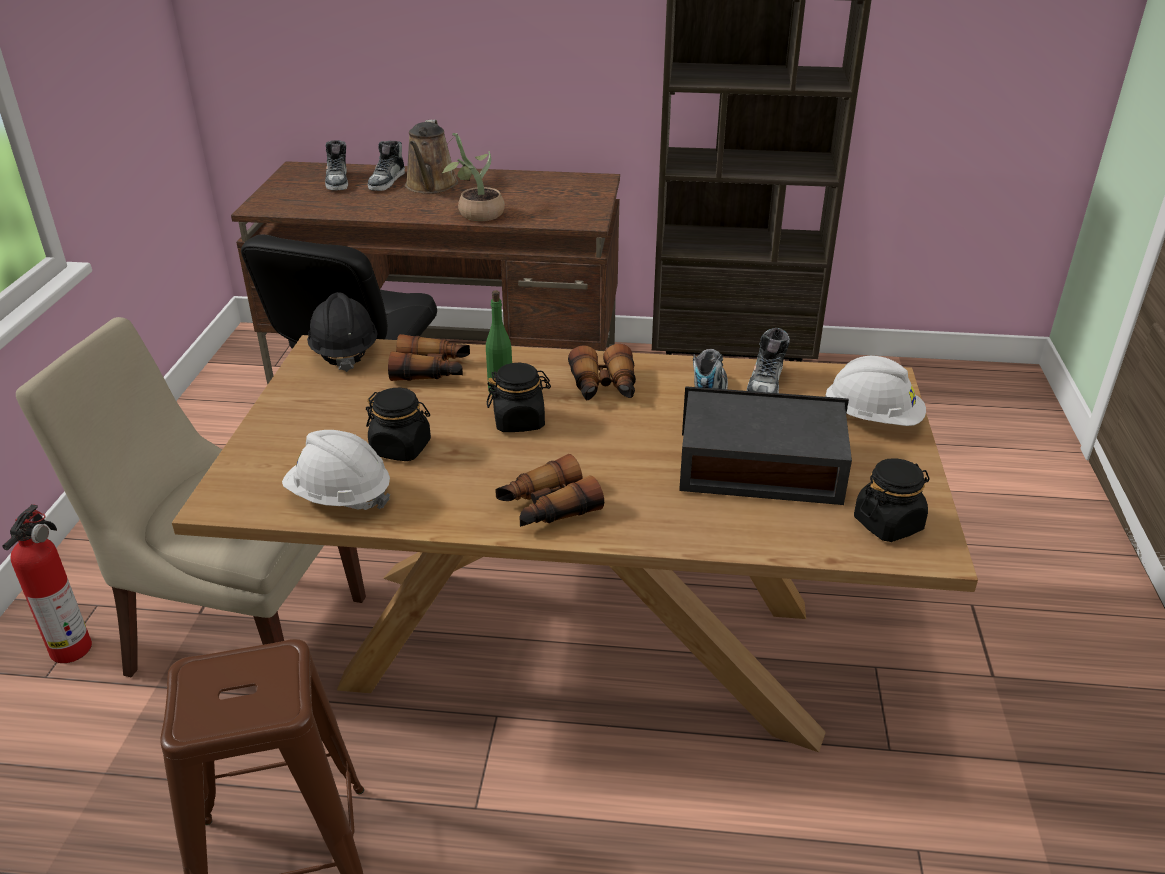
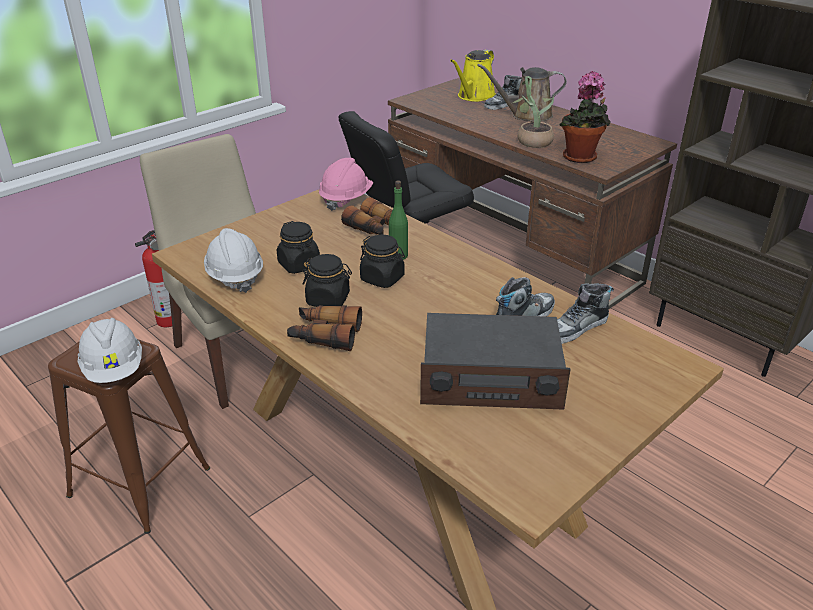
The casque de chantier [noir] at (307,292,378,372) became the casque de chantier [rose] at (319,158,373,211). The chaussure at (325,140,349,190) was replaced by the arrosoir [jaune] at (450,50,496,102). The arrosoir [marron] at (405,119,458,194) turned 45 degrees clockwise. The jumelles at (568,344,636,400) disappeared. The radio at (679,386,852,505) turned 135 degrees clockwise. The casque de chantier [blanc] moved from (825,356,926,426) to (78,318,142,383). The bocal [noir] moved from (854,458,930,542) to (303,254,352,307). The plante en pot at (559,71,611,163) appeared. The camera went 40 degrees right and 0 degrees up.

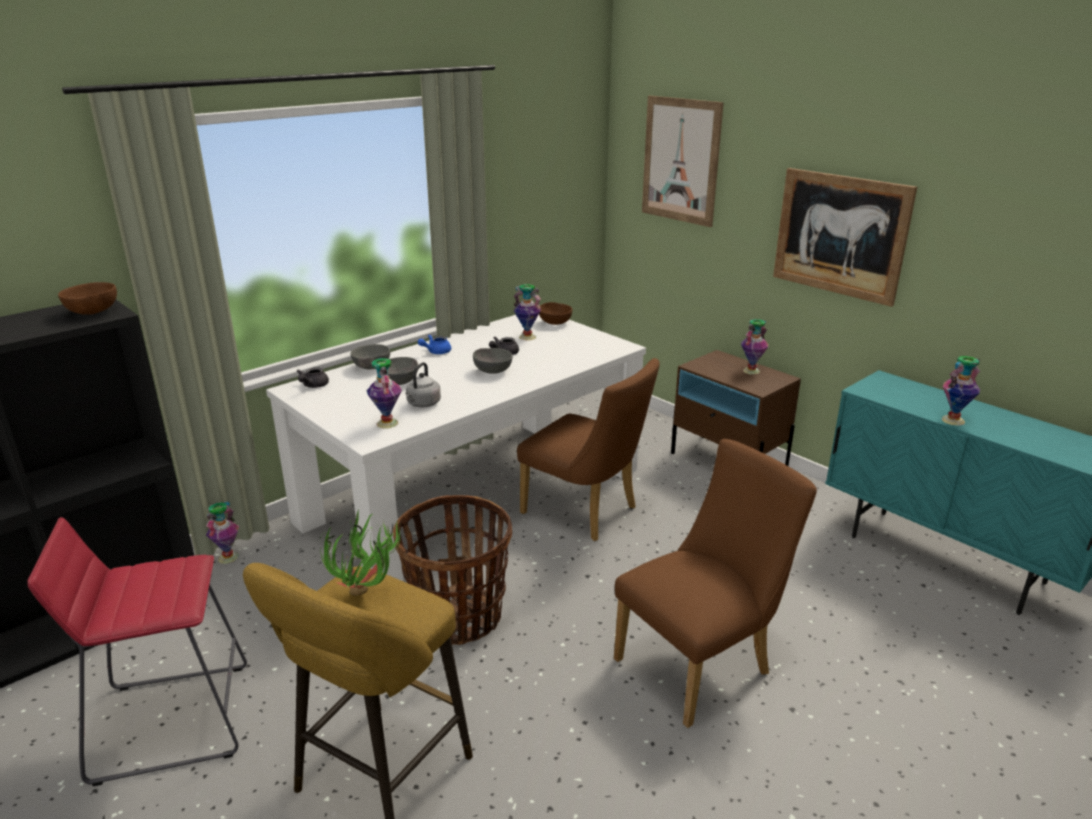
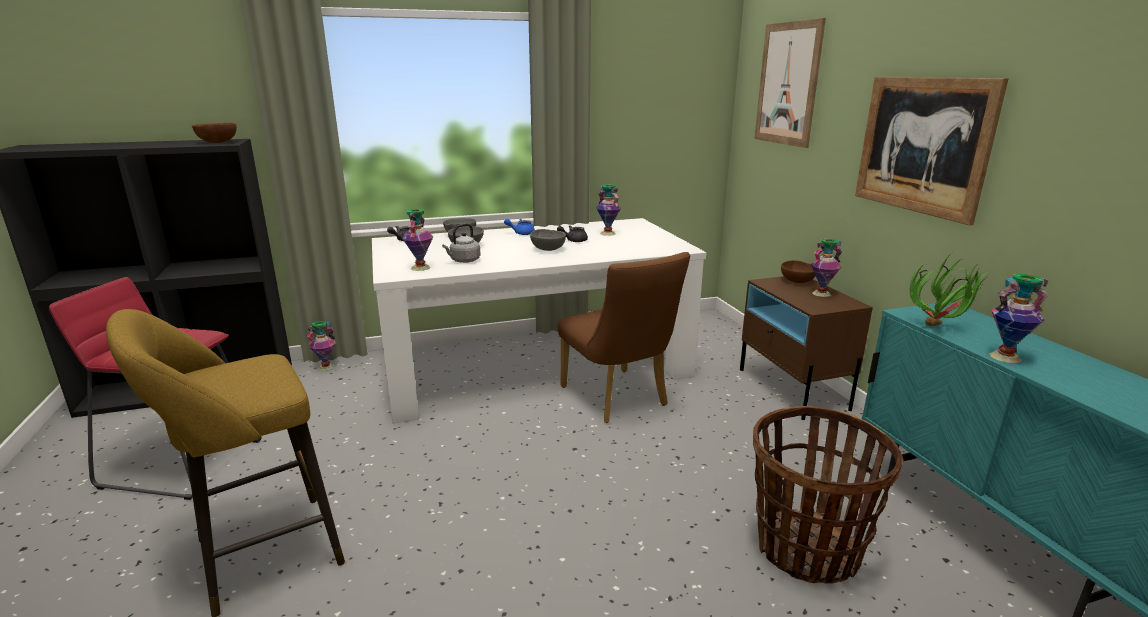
The plante en pot moved from (320,510,400,596) to (910,252,987,326). The panier moved from (393,495,512,645) to (753,406,903,583). The bol [marron] moved from (539,302,572,325) to (781,260,816,283). The chaise [marron] at (614,439,817,728) disappeared. The camera went 25 degrees right and 5 degrees down.

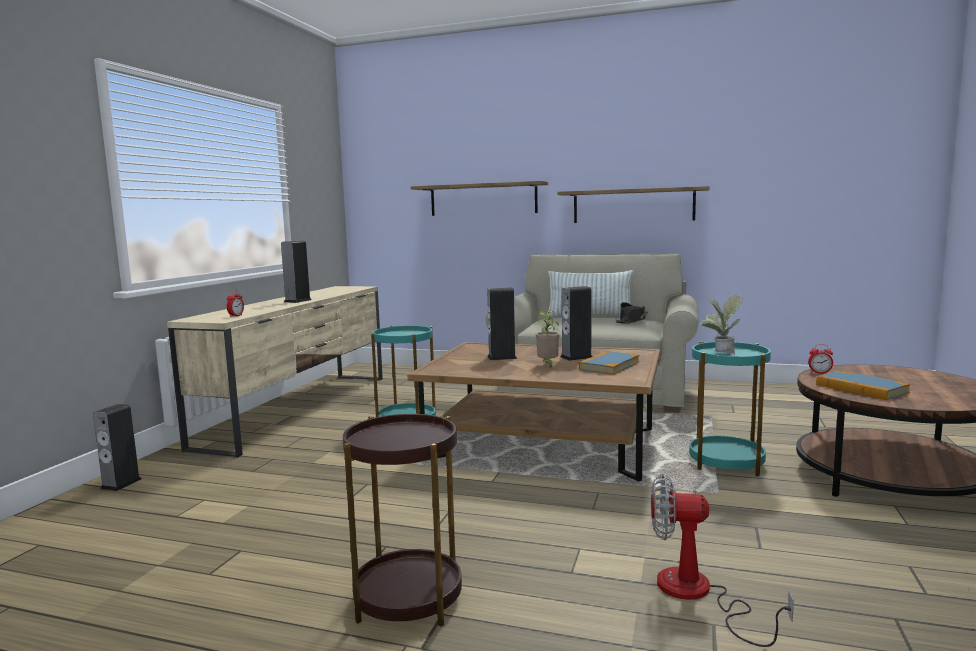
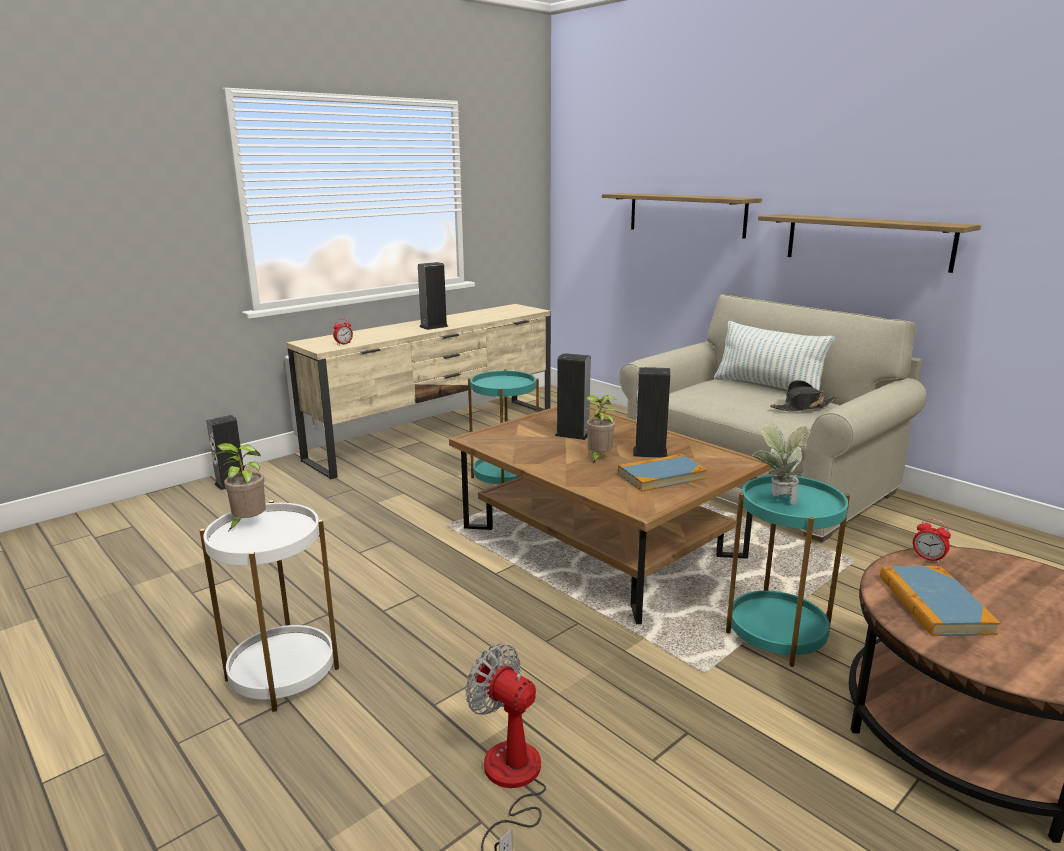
The table d'appoint [marron] at (343,414,462,627) became the table d'appoint [blanc] at (200,500,339,712). The plante en pot at (212,443,266,530) appeared. The camera went 30 degrees right and 10 degrees up.

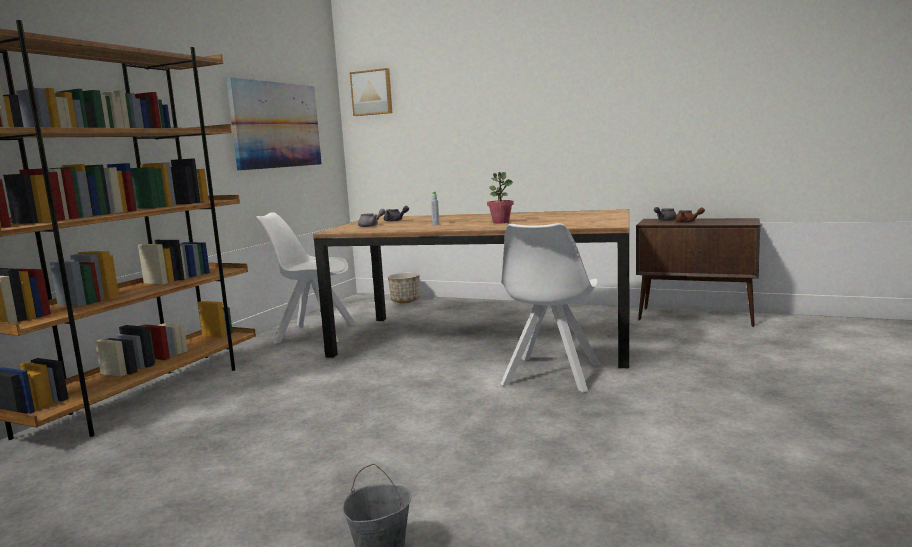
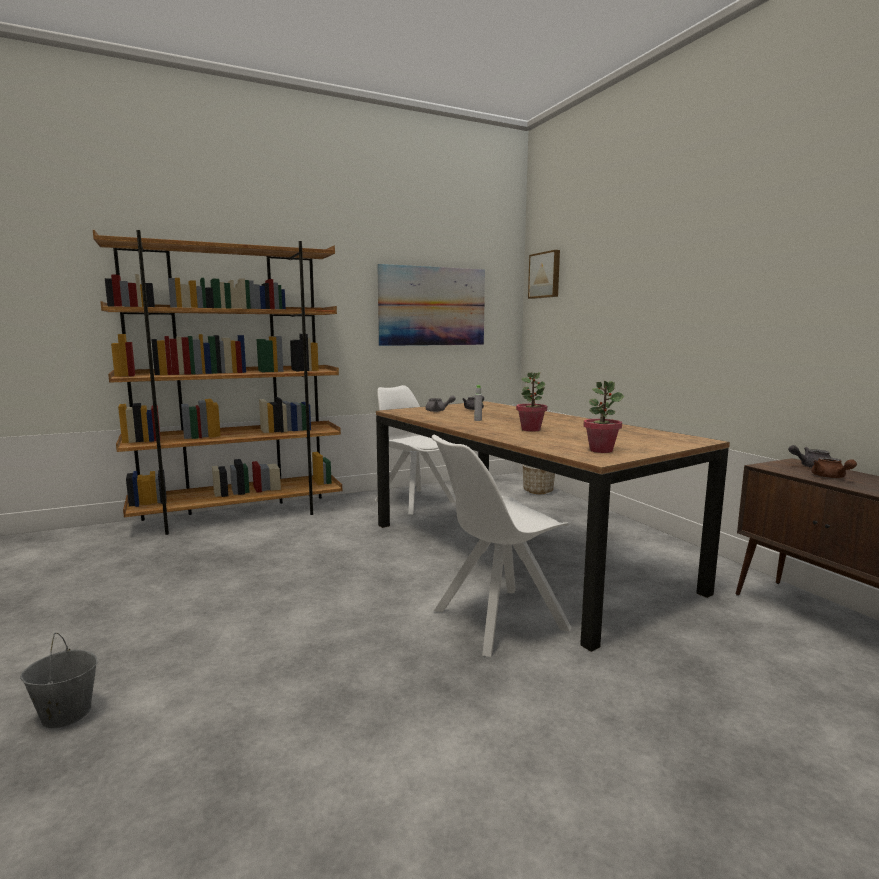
The plante en pot at (584,381,624,453) appeared. The camera went 40 degrees right and 0 degrees up.

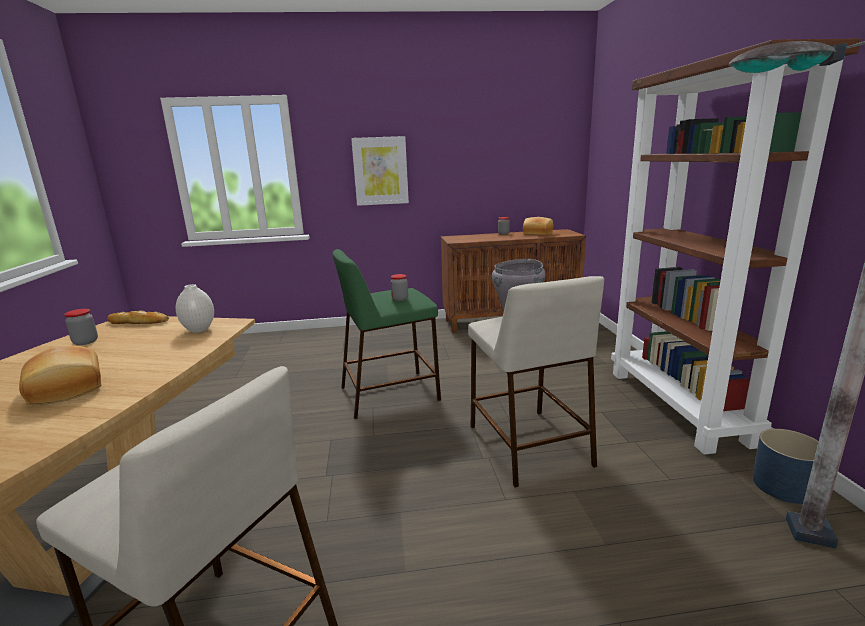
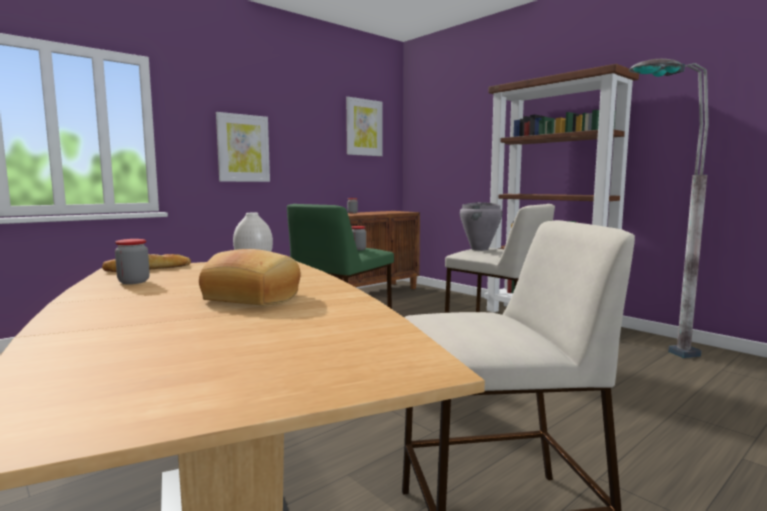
The pain at (523,217,554,235) disappeared. The cache-pot [bleu] at (753,429,819,504) disappeared. The tableau at (346,97,383,156) appeared. The camera went 35 degrees left and 10 degrees down.

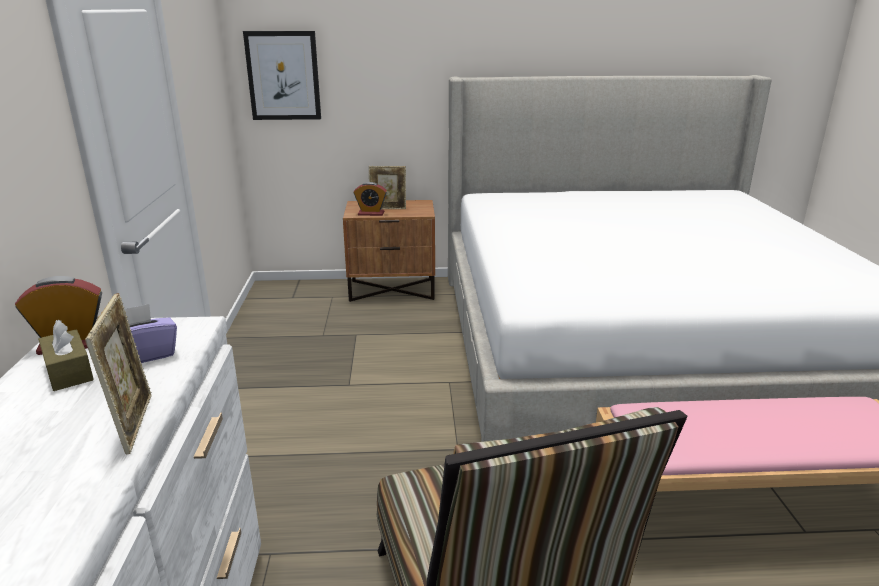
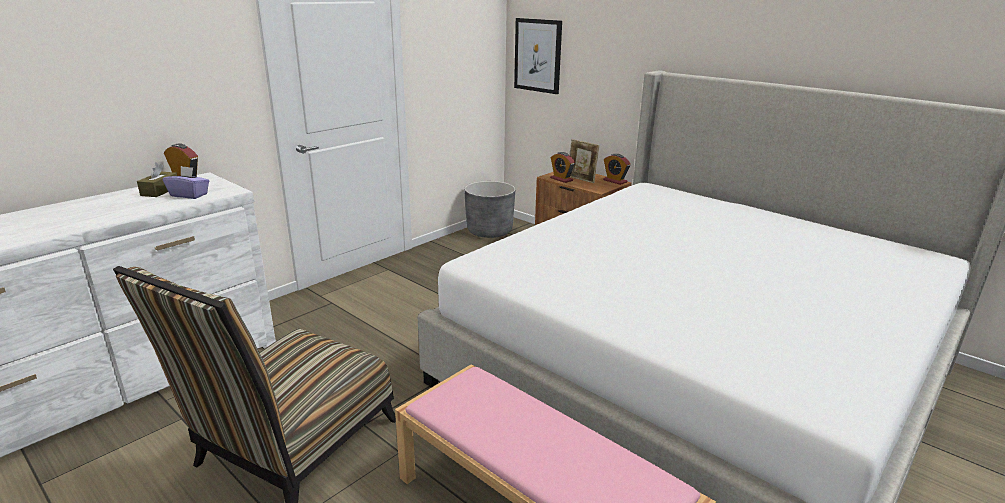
The cadre photo at (85,293,152,454) disappeared. The cache-pot [gris] at (464,181,515,238) appeared. The réveil at (603,154,631,185) appeared. The camera went 45 degrees right and 0 degrees up.

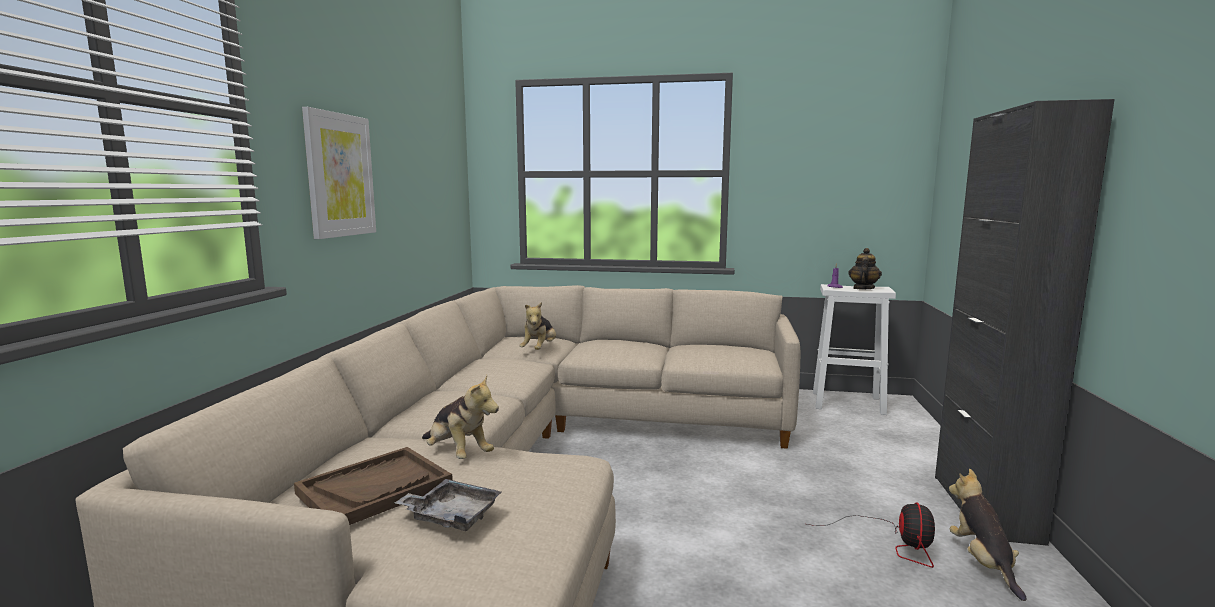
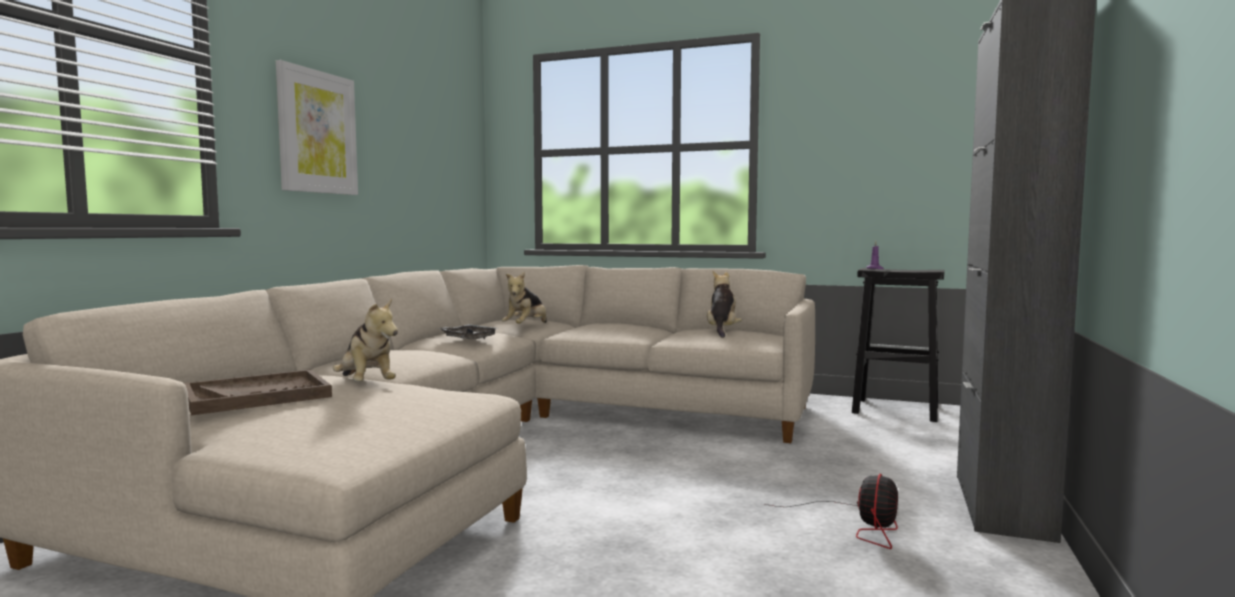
The plateau [gris] moved from (394,479,502,531) to (437,324,499,340). The tabouret [blanc] at (813,284,896,415) became the tabouret [noir] at (852,268,944,422). The théière at (848,248,882,289) disappeared. The peluche moved from (949,469,1027,601) to (707,270,742,338). The camera went 10 degrees right and 5 degrees down.

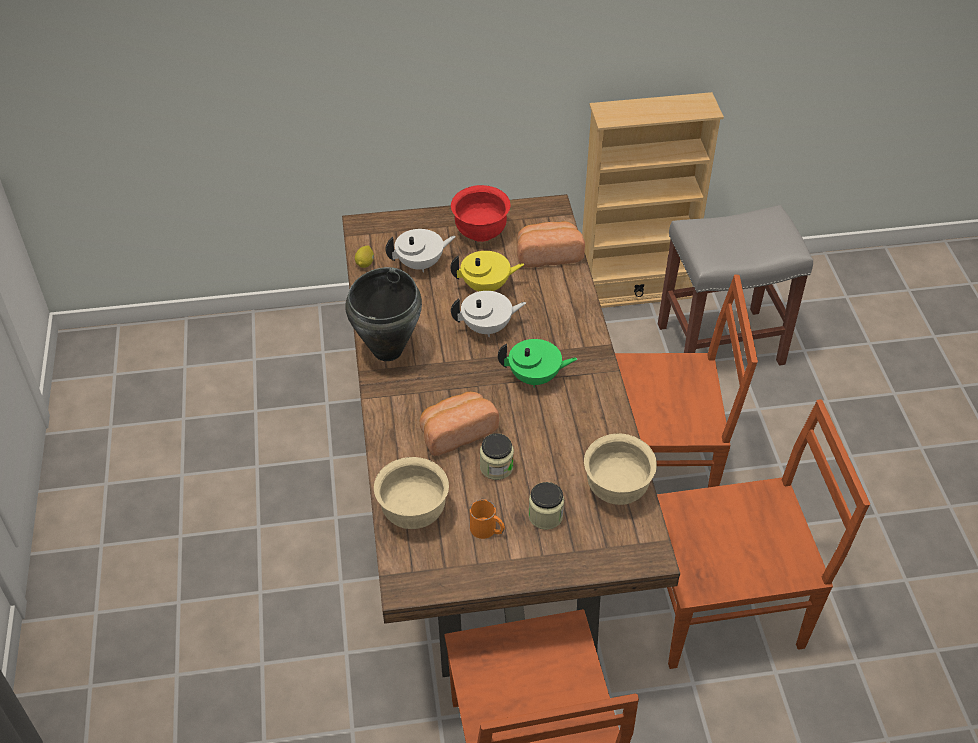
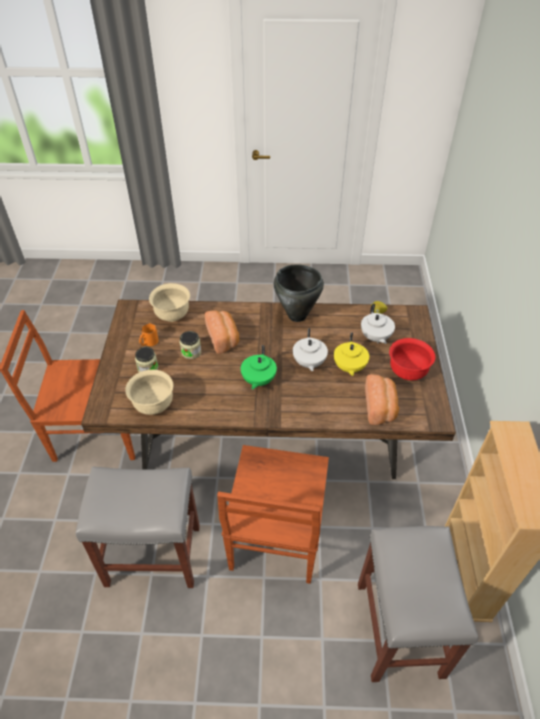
The chaise [marron] at (657,399,870,669) was replaced by the tabouret [gris] at (75,467,200,588). The camera went 100 degrees right and 0 degrees up.

